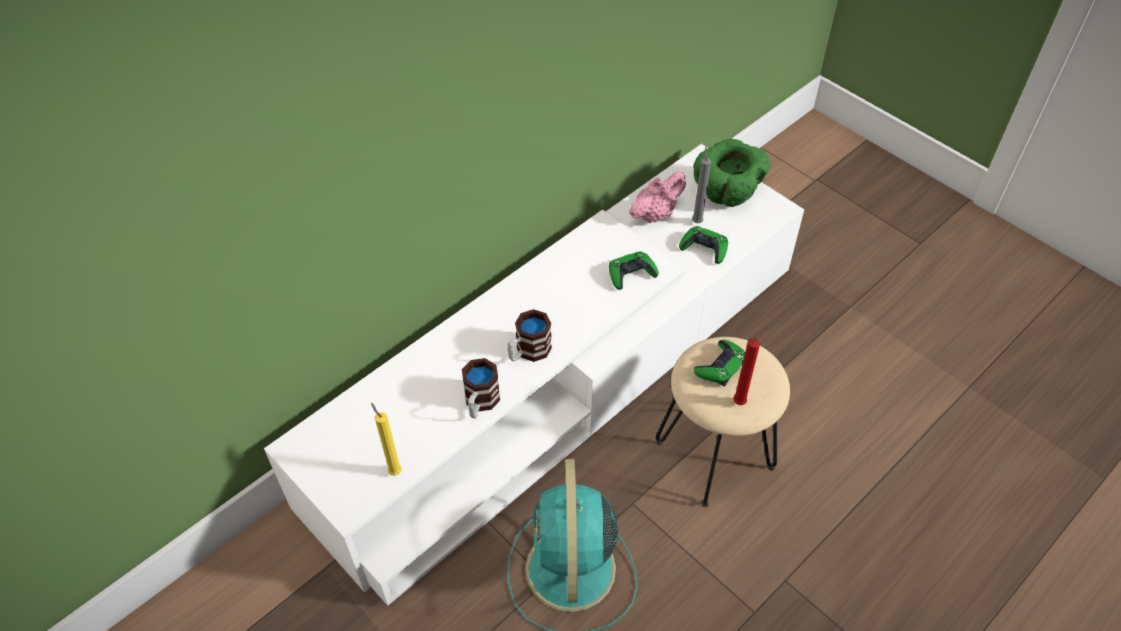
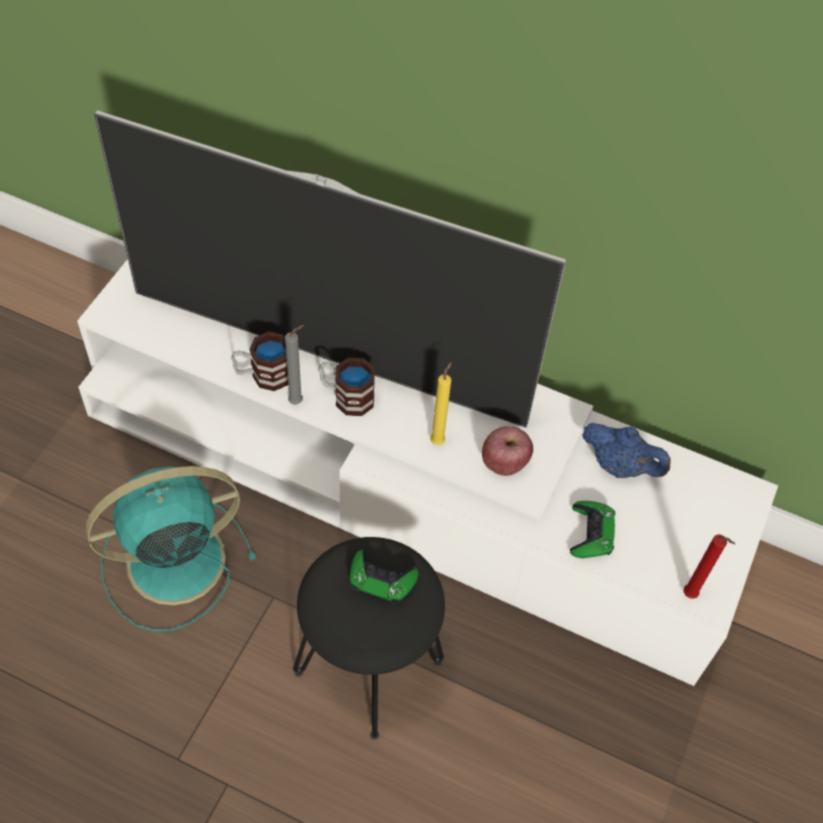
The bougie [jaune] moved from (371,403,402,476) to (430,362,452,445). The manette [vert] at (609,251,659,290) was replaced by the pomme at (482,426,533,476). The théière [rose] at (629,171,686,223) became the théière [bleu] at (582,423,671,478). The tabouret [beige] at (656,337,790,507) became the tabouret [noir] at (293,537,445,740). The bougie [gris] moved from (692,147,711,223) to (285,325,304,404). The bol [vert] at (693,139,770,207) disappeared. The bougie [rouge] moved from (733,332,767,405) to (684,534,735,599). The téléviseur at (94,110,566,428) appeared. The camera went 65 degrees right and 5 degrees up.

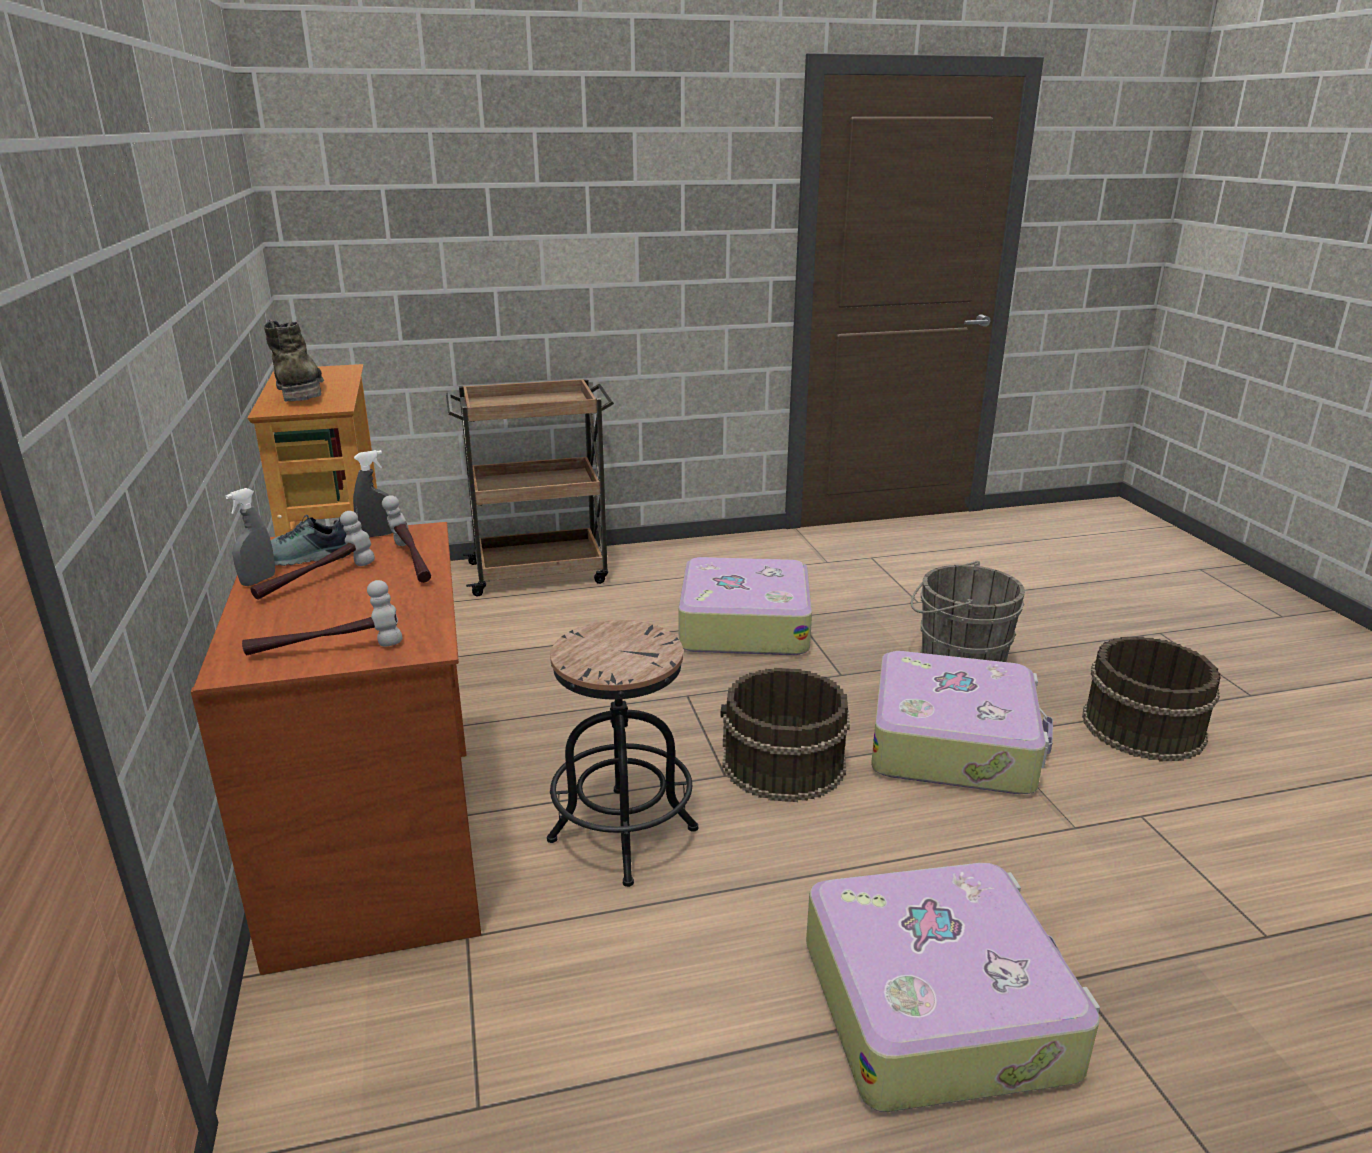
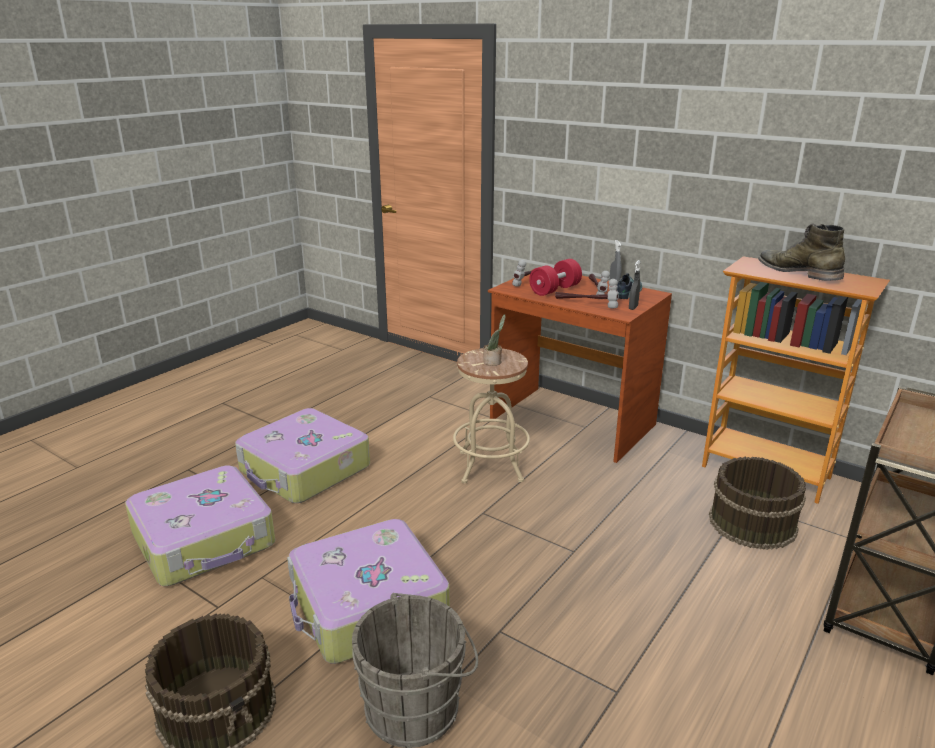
The botte [vert] at (264,319,324,402) turned 150 degrees counterclockwise. The tabouret [noir] at (547,620,699,887) became the tabouret [beige] at (453,348,530,483). The valise moved from (679,557,812,655) to (125,466,275,586). The seau [marron] moved from (720,668,850,802) to (709,457,806,550). The plante en pot at (483,314,506,366) appeared. The haltère [rouge] at (529,259,582,296) appeared. The camera went 140 degrees right and 0 degrees up.

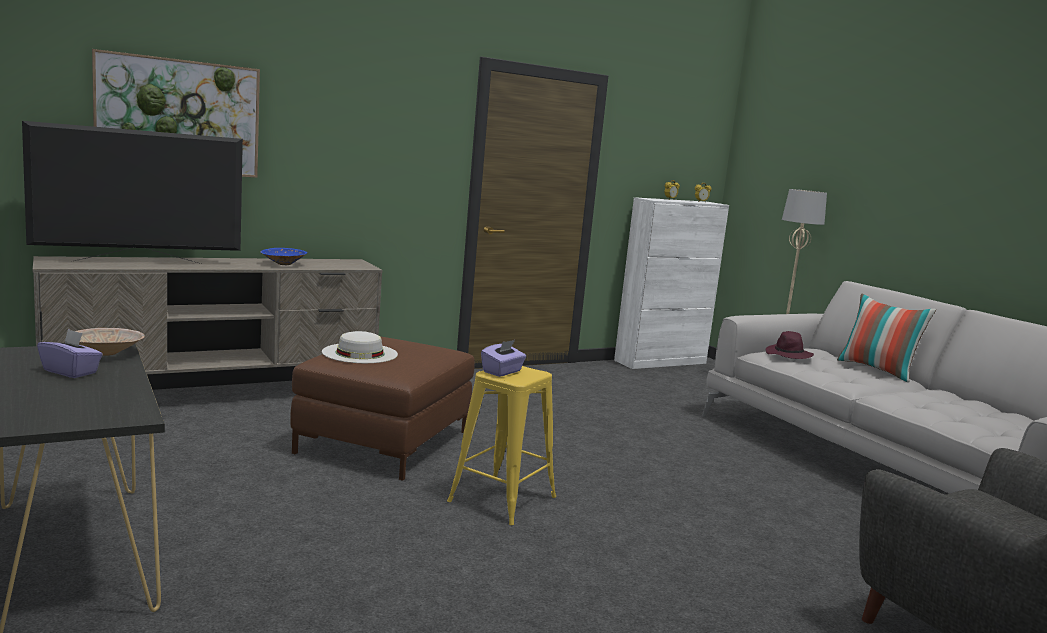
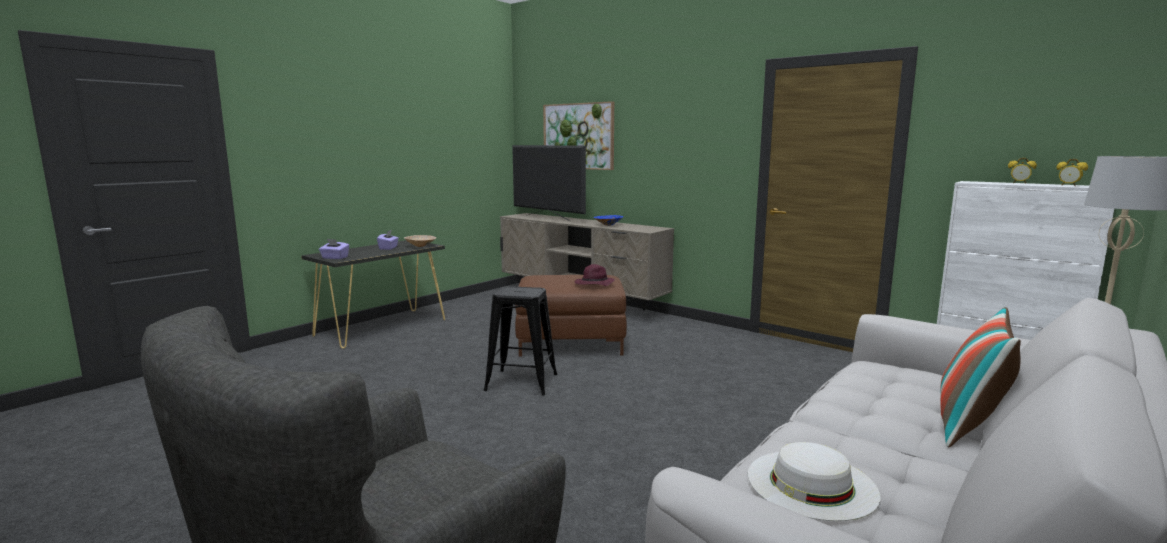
The chapeau [blanc] moved from (322,331,398,363) to (748,442,881,521). The tabouret [jaune] at (447,366,556,525) became the tabouret [noir] at (484,286,557,396). The boîte à mouchoirs [violet] moved from (481,340,526,377) to (319,239,349,259). The chapeau [violet] moved from (766,331,814,359) to (575,264,615,286). The camera went 70 degrees right and 0 degrees up.

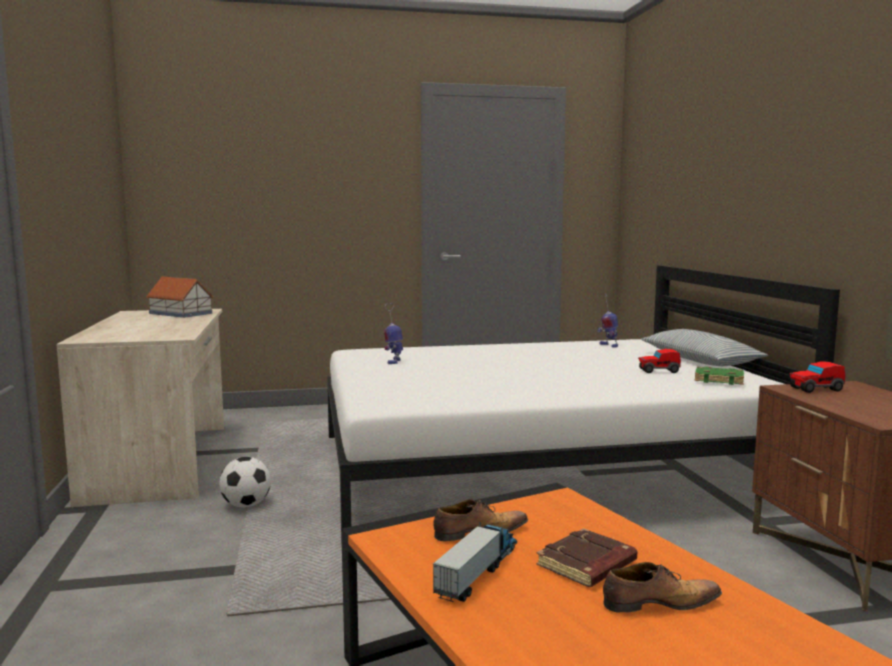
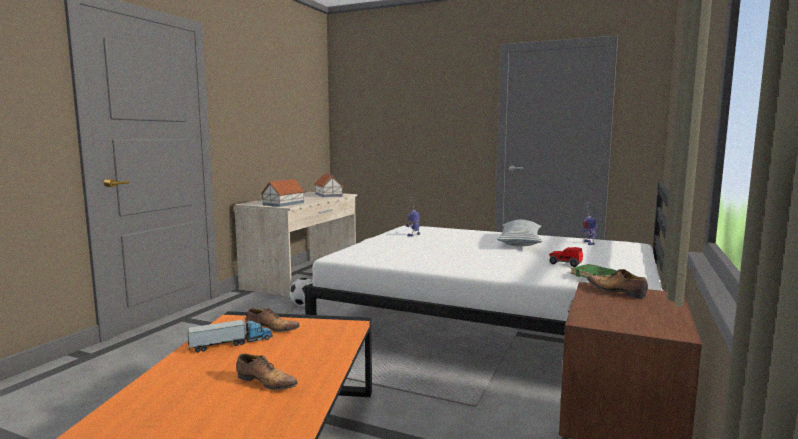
The livre [marron] at (536,528,637,587) disappeared. The coussin moved from (641,329,768,366) to (497,220,543,246). The petite voiture at (789,361,845,393) was replaced by the chaussure at (587,269,648,298). The maison miniature at (261,179,305,207) appeared. The camera went 35 degrees right and 0 degrees up.

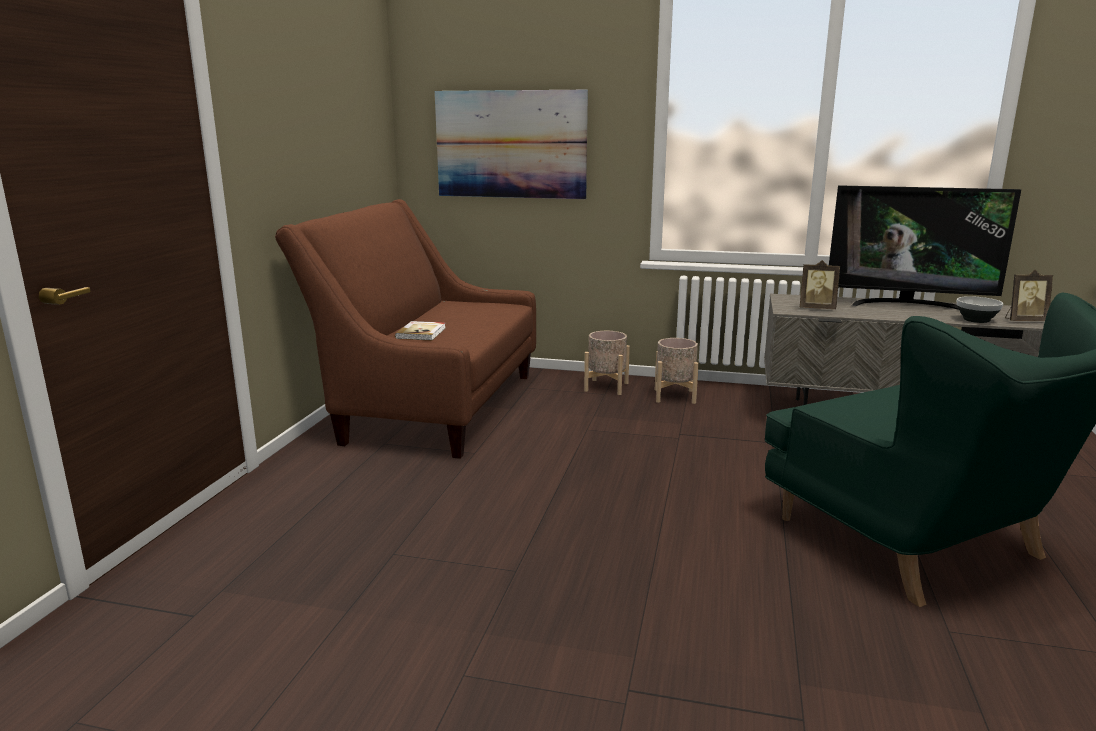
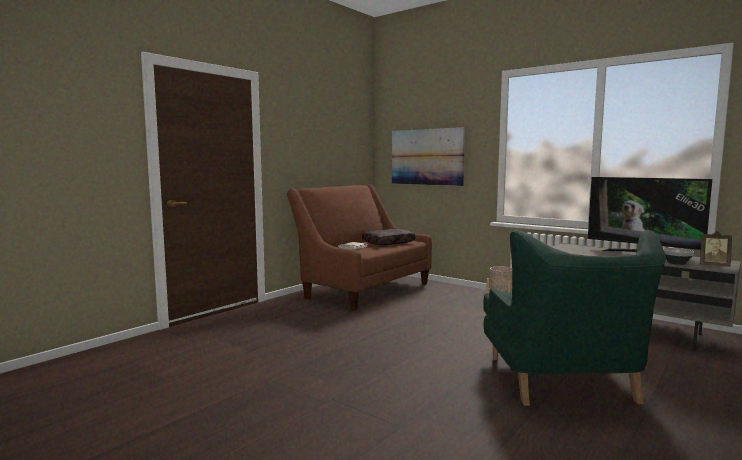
The cache-pot [beige] at (584,331,630,395) disappeared. The cadre photo at (800,260,840,309) disappeared. The coussin [marron] at (362,229,415,245) appeared. The camera went 25 degrees right and 10 degrees down.

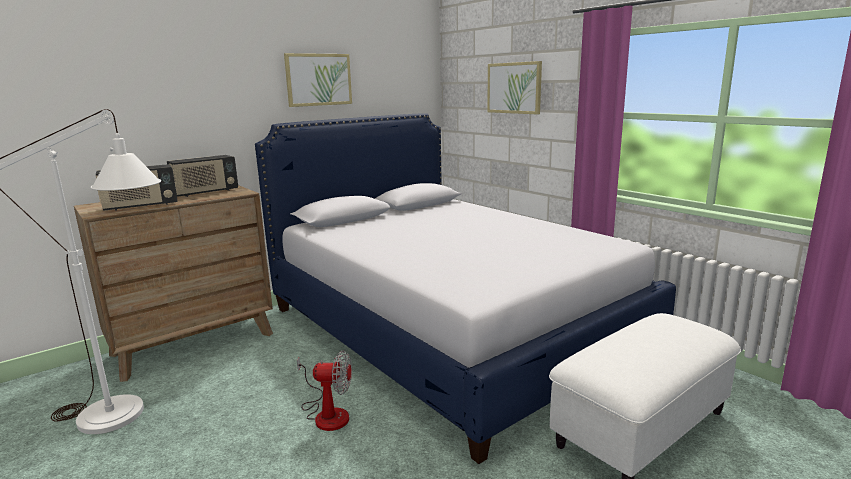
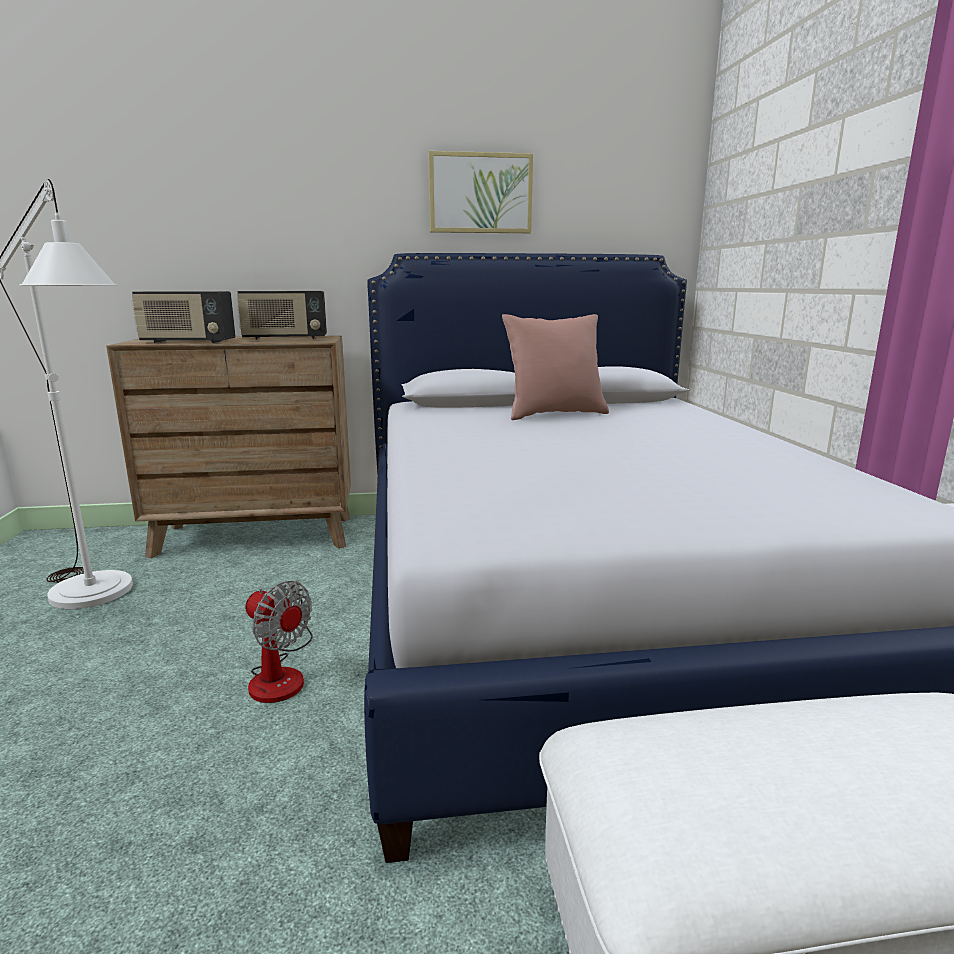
The tableau at (487,61,542,114) disappeared. The coussin [rose] at (502,314,609,420) appeared. The camera went 30 degrees right and 0 degrees up.

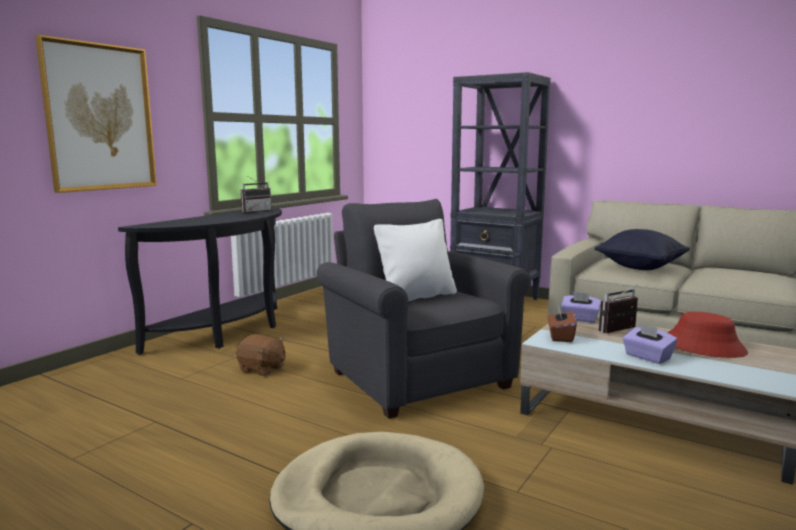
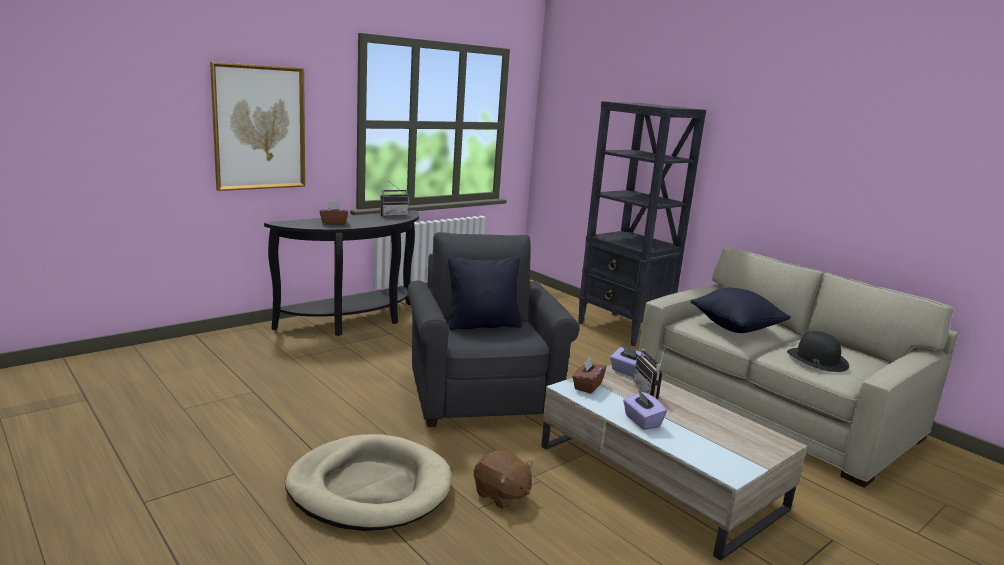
The peluche [marron] moved from (236,334,285,376) to (474,450,533,509). The coussin [blanc] at (374,219,457,302) became the coussin [noir] at (448,257,522,330). The radio at (599,285,638,333) turned 90 degrees counterclockwise. The chapeau [rouge] at (667,311,748,358) disappeared. The boîte à mouchoirs [marron] at (320,202,348,225) appeared. The chapeau [noir] at (787,331,849,372) appeared. The camera went 15 degrees right and 5 degrees up.

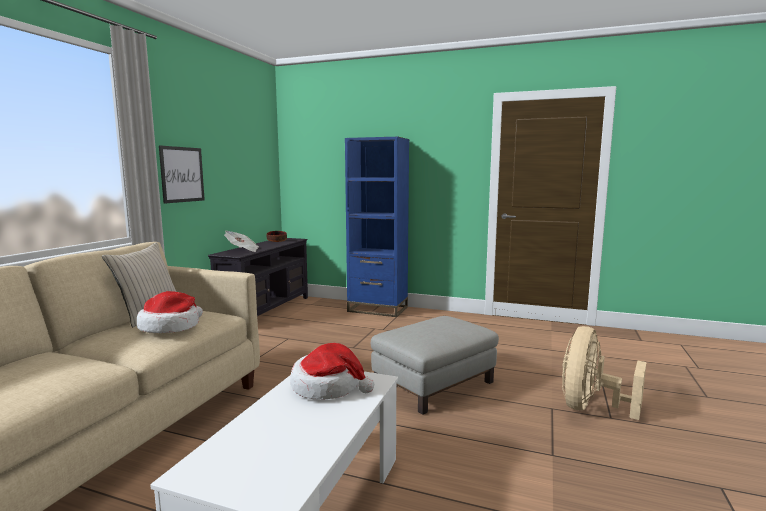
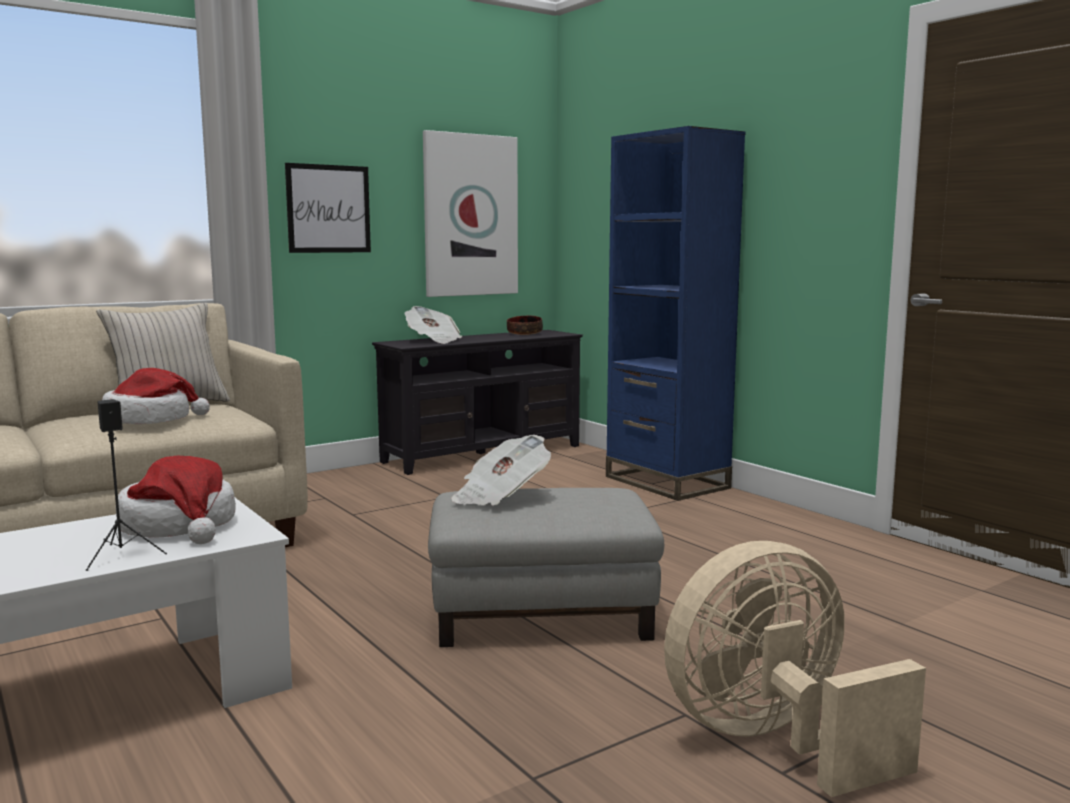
The enceinte [noir] at (86,399,167,571) appeared. The tableau at (423,130,518,297) appeared. The journal at (451,435,551,505) appeared. The camera went 35 degrees right and 0 degrees up.

